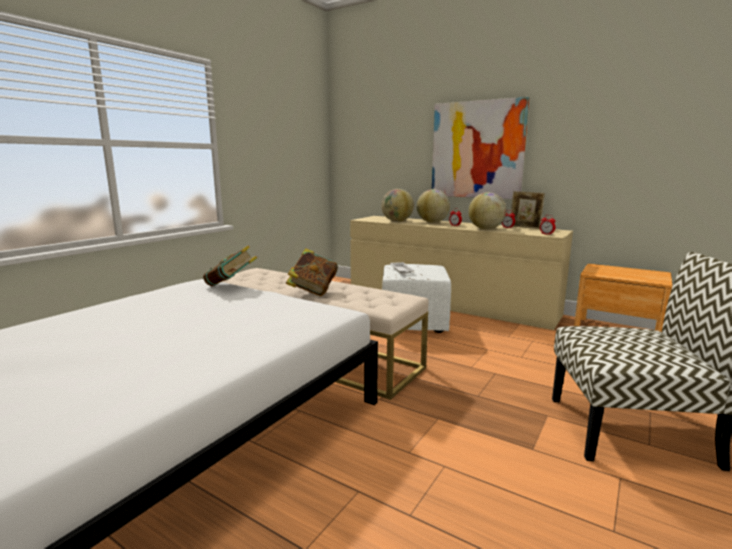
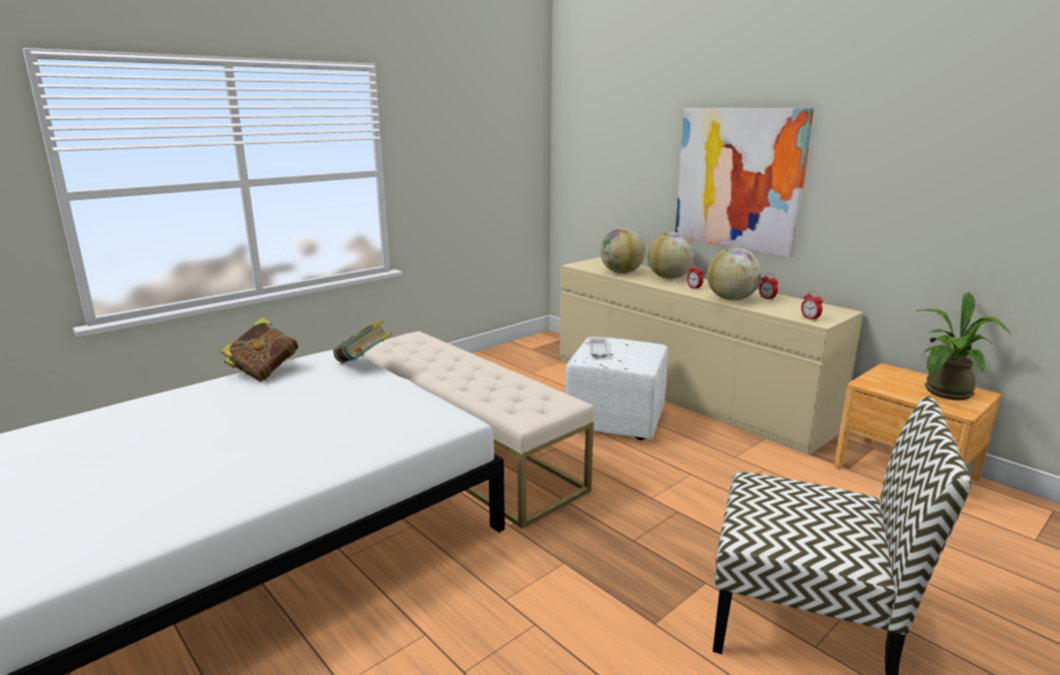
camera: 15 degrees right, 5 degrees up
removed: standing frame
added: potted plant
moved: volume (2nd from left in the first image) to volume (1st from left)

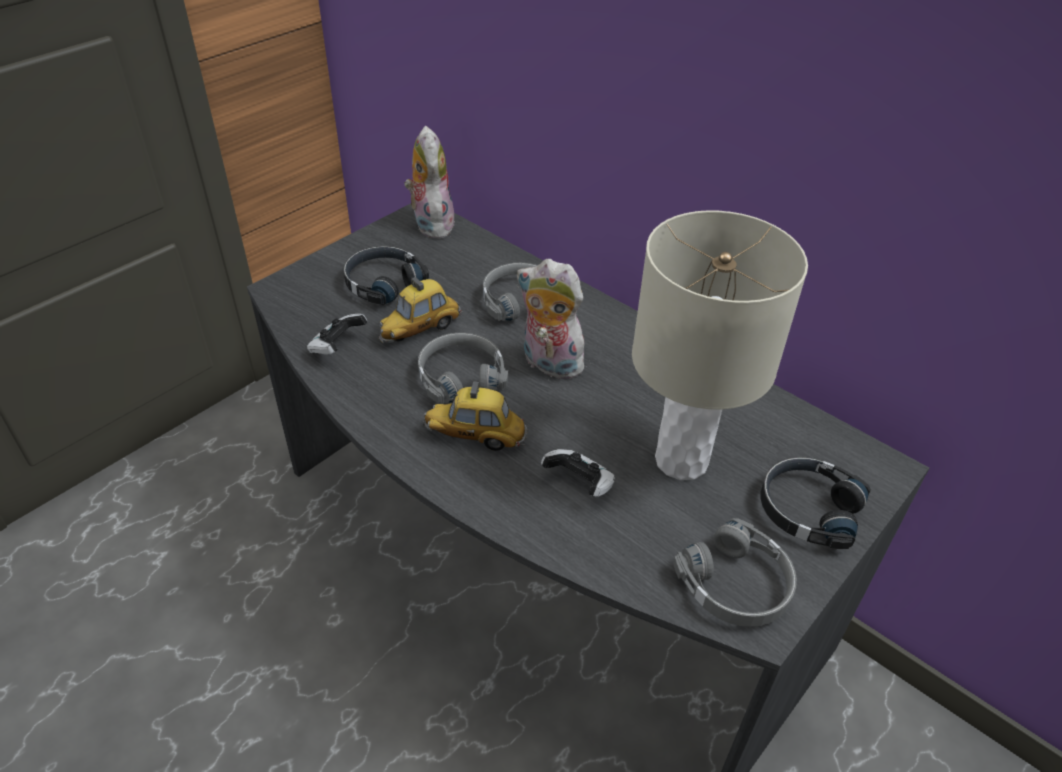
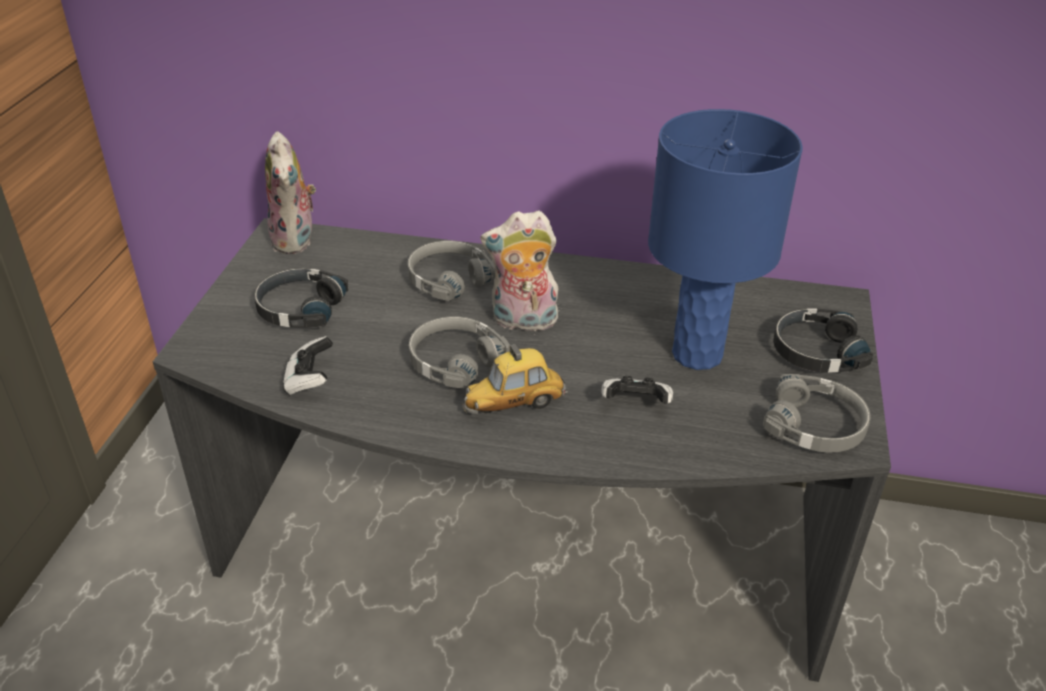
camera: 30 degrees left, 5 degrees down
removed: miniature car (1st from left)
recoloured: tabletop lamp (sand-coloured) to tabletop lamp (blue-coloured)
turned: soft toy (1st from left) 150 degrees counterclockwise

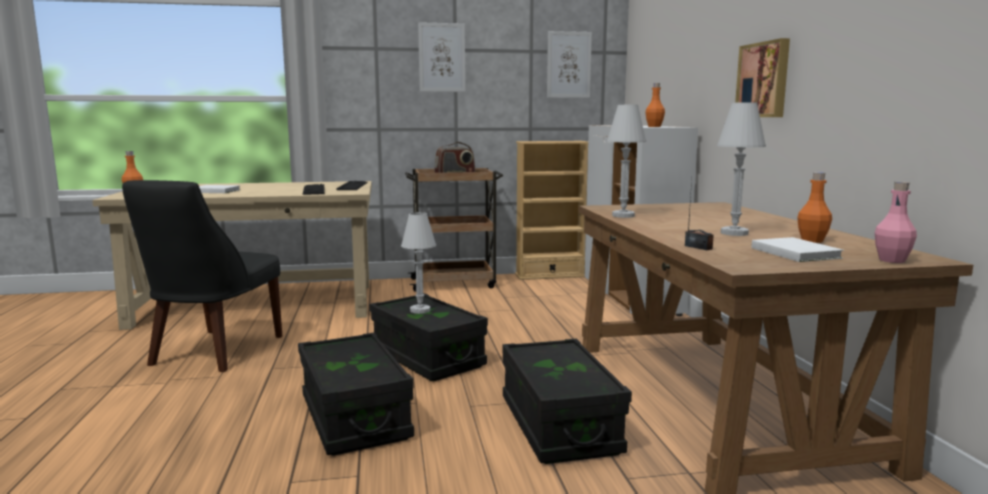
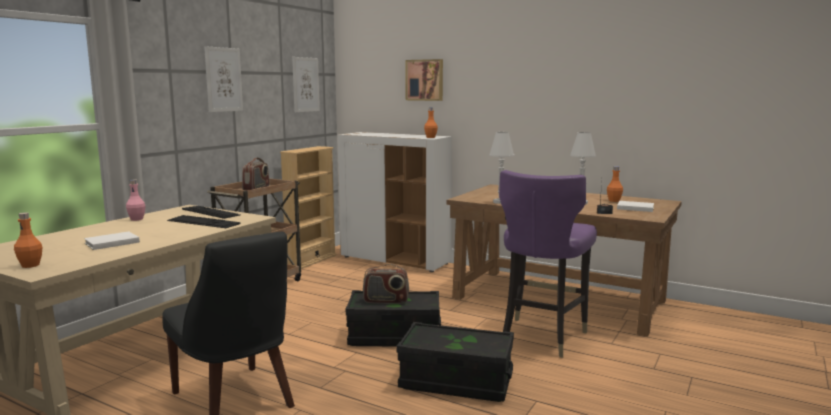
camera: 50 degrees left, 0 degrees up
moved: bottle (pink); wall art (3rd from left)
replaced: tabletop lamp (white) (1st from left) to radio set (2nd from left); storage bin (blackish) (3rd from left) to chair (purplish)

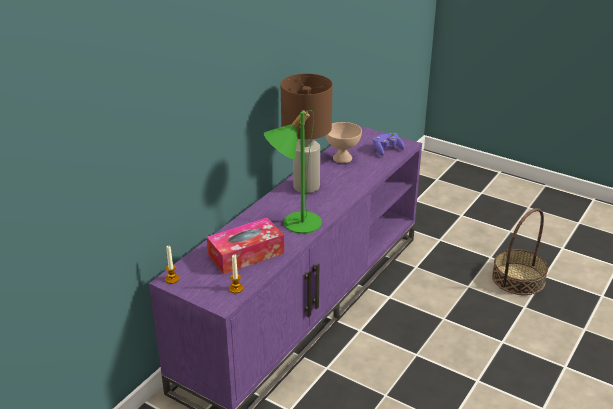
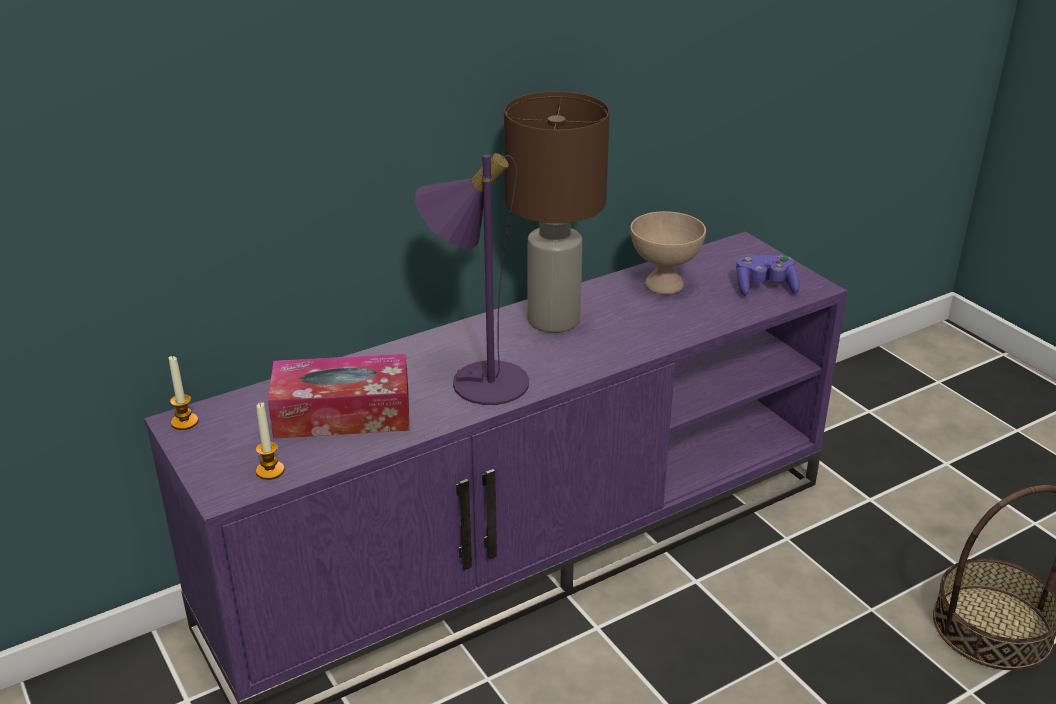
camera: 25 degrees right, 0 degrees up
recoloured: tabletop lamp (green) to tabletop lamp (purplish)

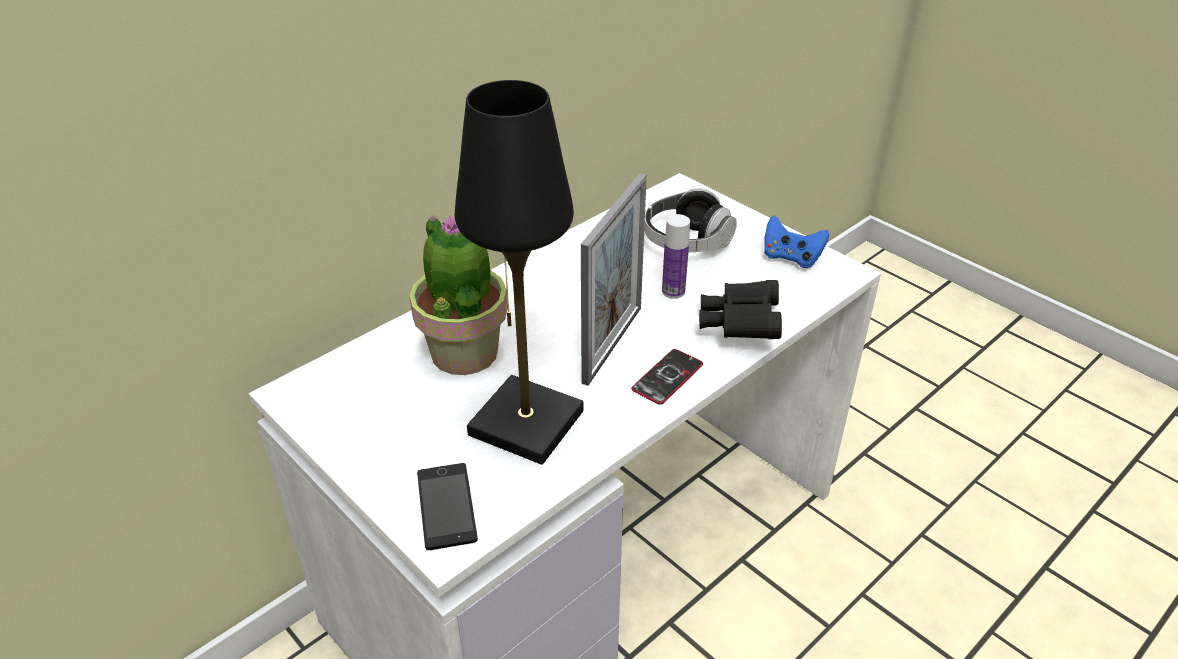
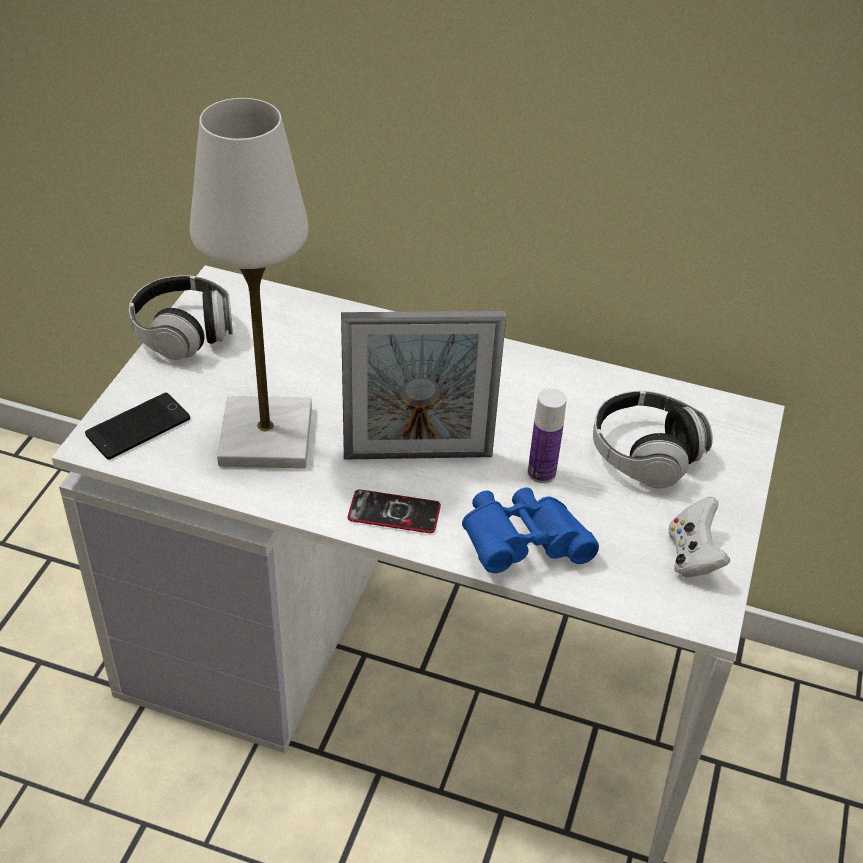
camera: 60 degrees right, 5 degrees up
removed: potted plant
added: headphones (1st from left)
recoloured: tabletop lamp (blackish) to tabletop lamp (white); binoculars (blackish) to binoculars (blue-coloured); game controller (blue-coloured) to game controller (white)

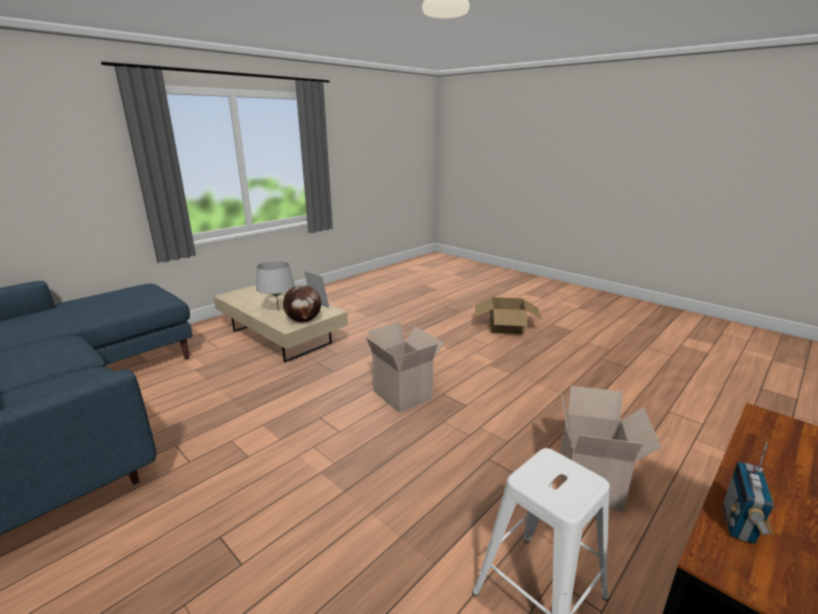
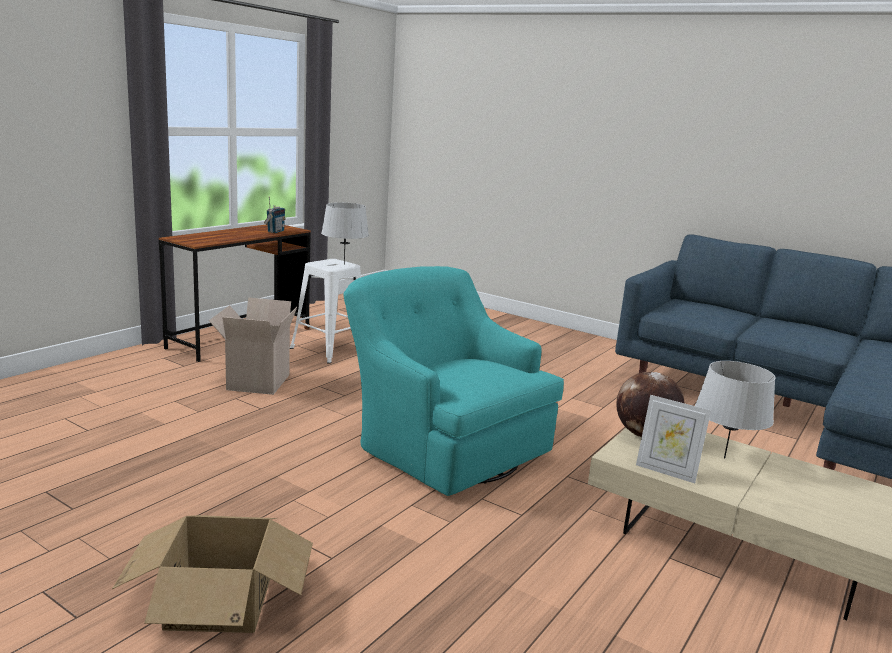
camera: 170 degrees right, 5 degrees down
added: tabletop lamp (greyish) (1st from left)
replaced: packing box (1st from left) to lounge chair (blue-green)

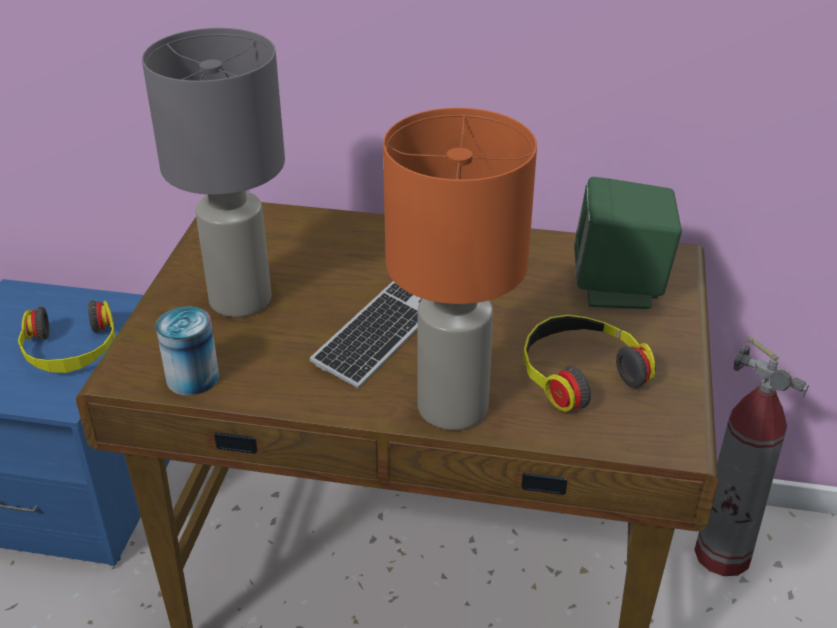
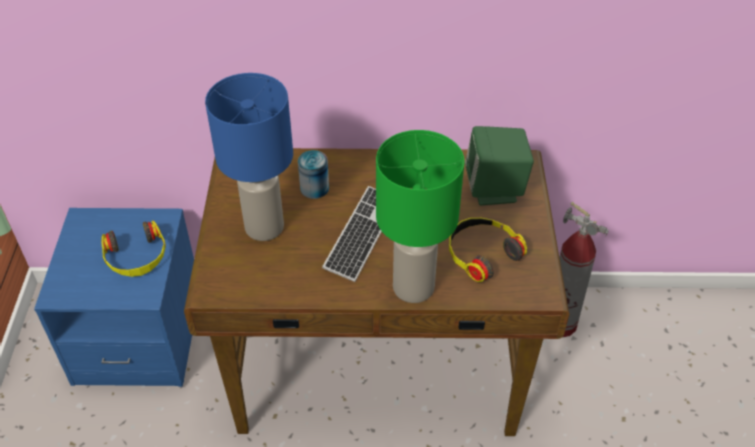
camera: 10 degrees left, 10 degrees up
moved: can
recoloured: tabletop lamp (greyish) to tabletop lamp (blue-coloured); tabletop lamp (orangey) to tabletop lamp (green)

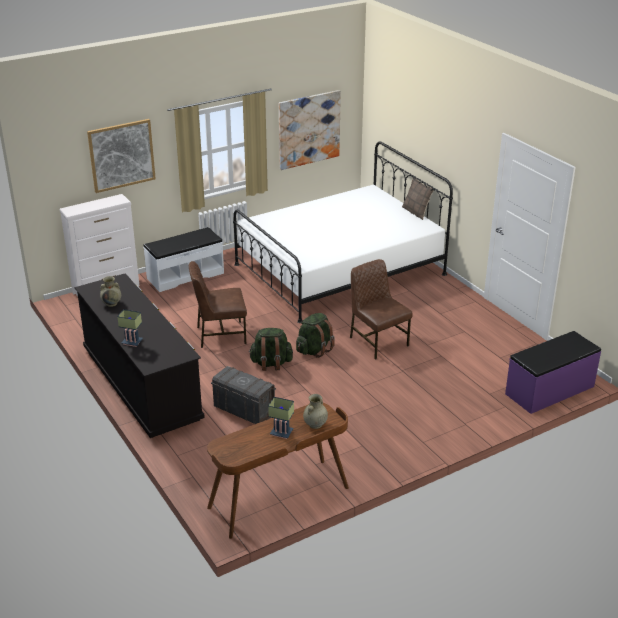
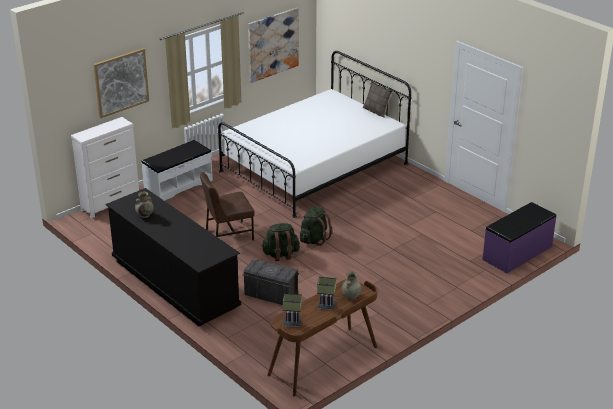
camera: 10 degrees left, 0 degrees up
removed: chair (brown) (2nd from left)
moved: tabletop lamp (1st from left)

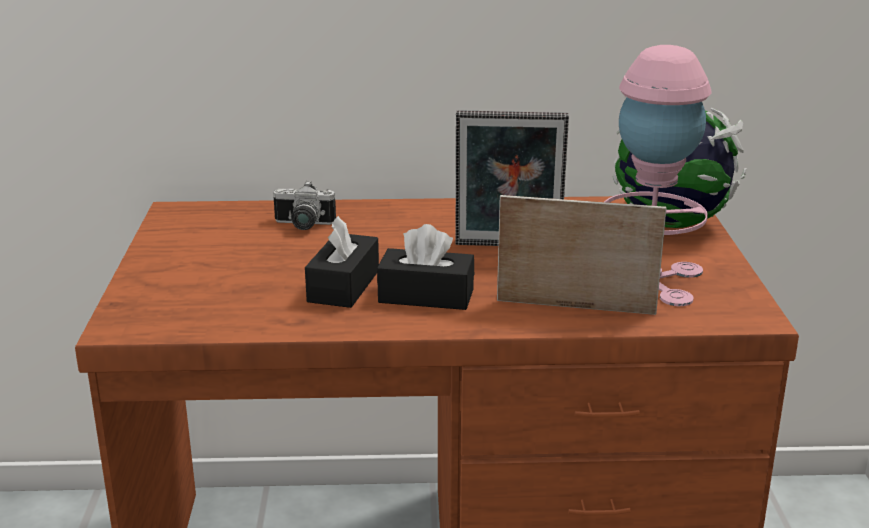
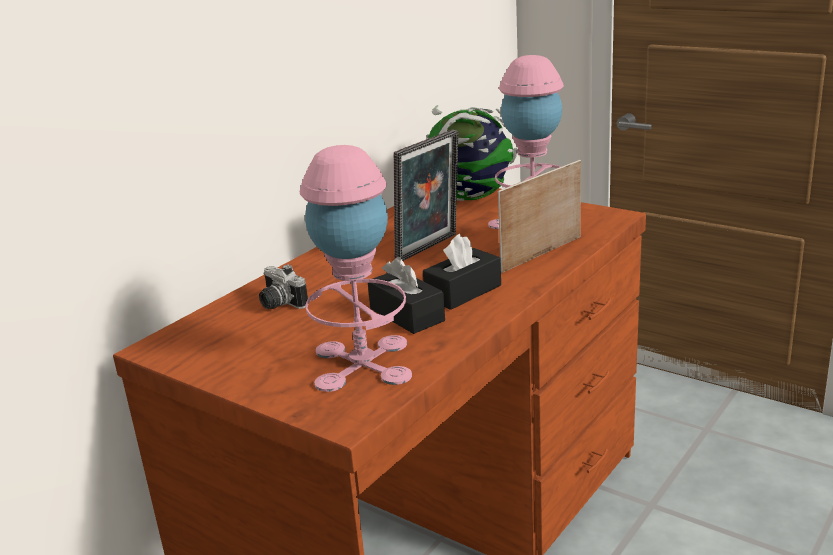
camera: 50 degrees left, 0 degrees up
added: tabletop lamp (pink) (1st from left)
turned: still camera 90 degrees clockwise

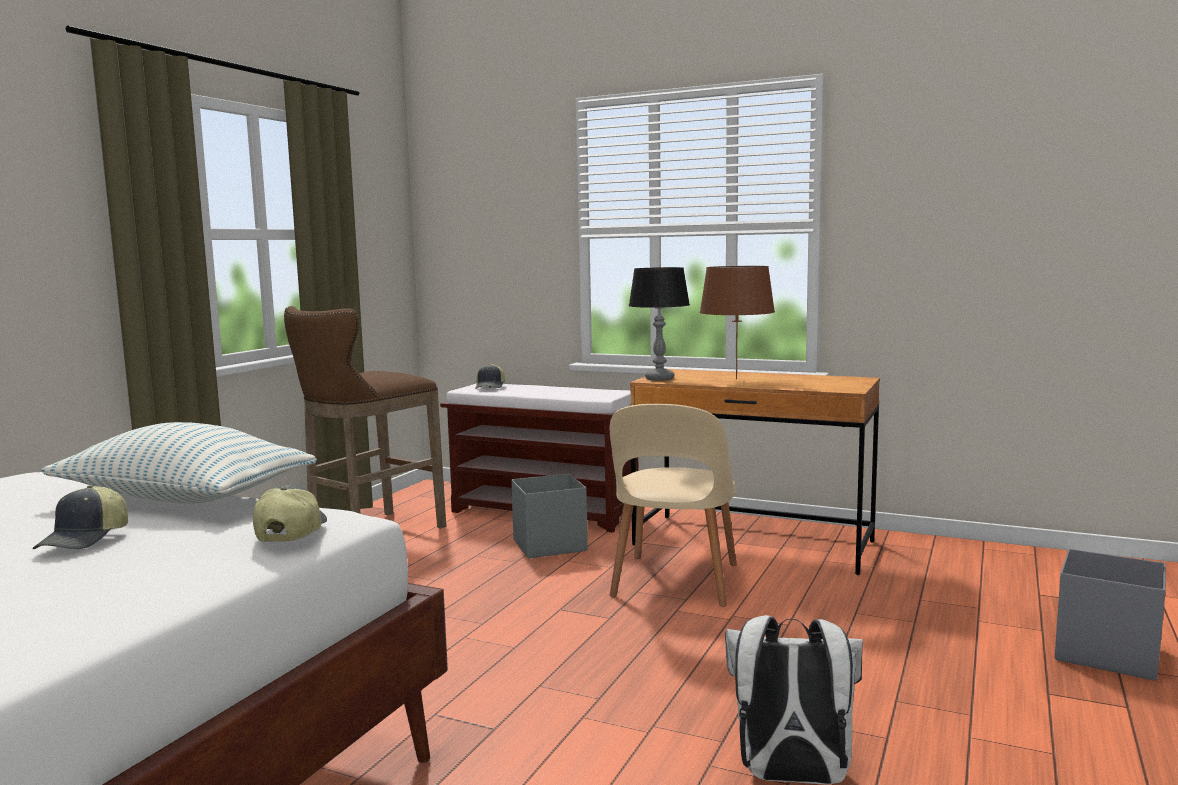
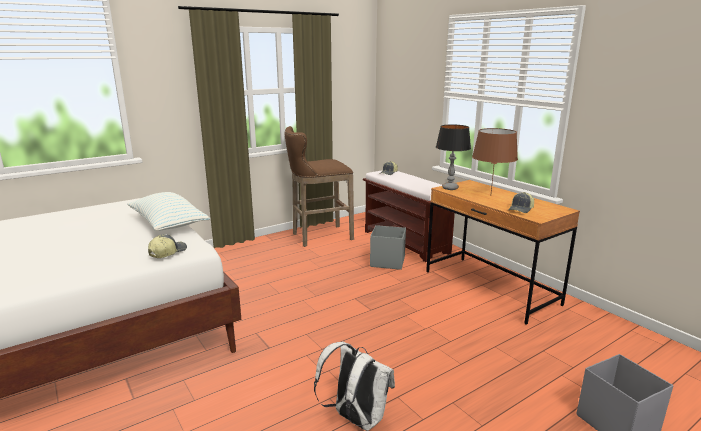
camera: 30 degrees right, 10 degrees up
removed: chair (sand-coloured)
moved: peaked cap (1st from left in the first image) to peaked cap (3rd from left)

